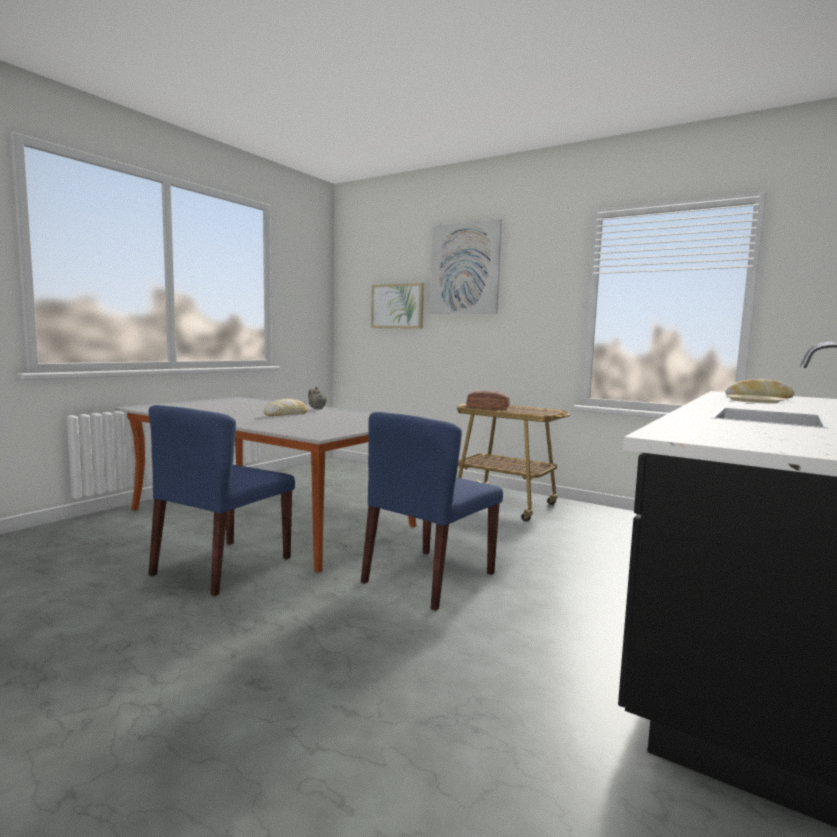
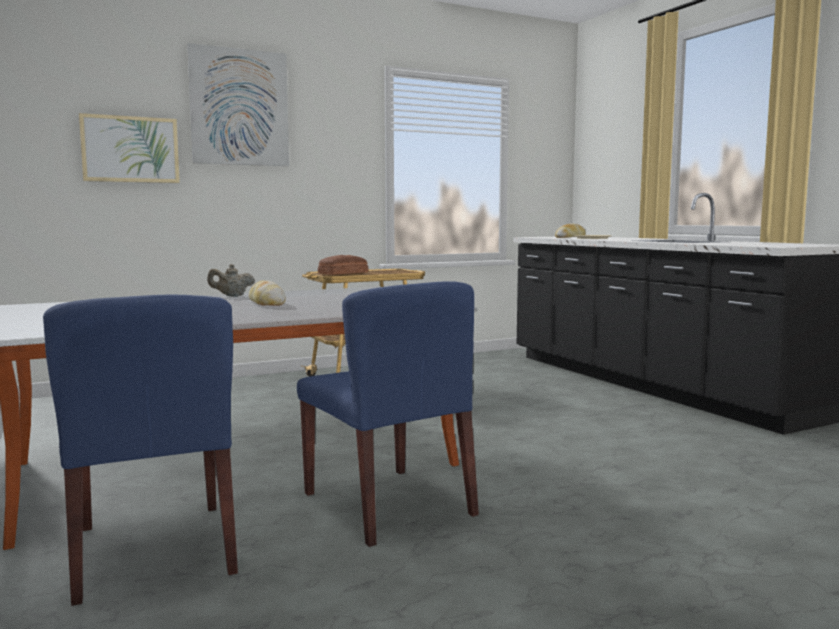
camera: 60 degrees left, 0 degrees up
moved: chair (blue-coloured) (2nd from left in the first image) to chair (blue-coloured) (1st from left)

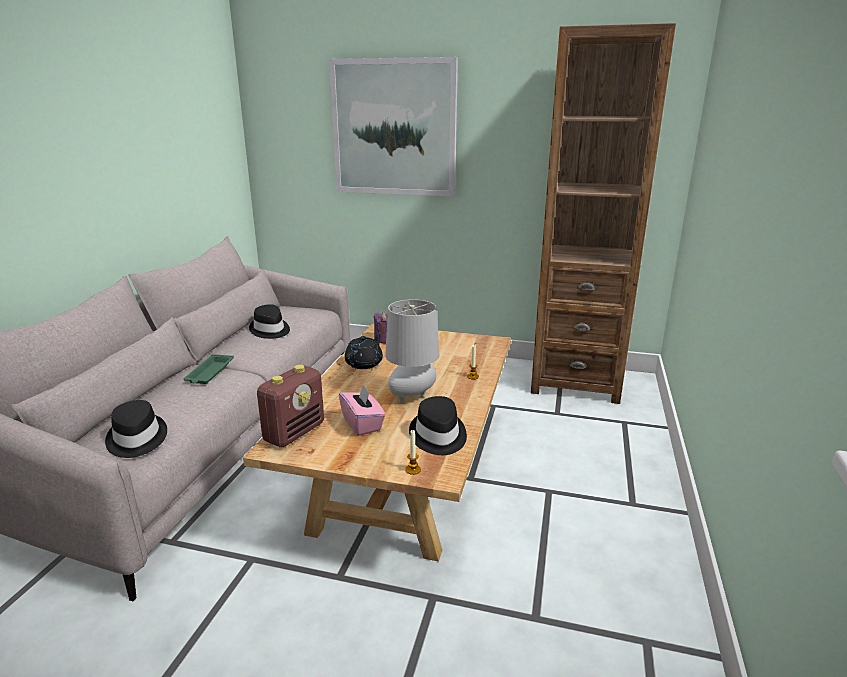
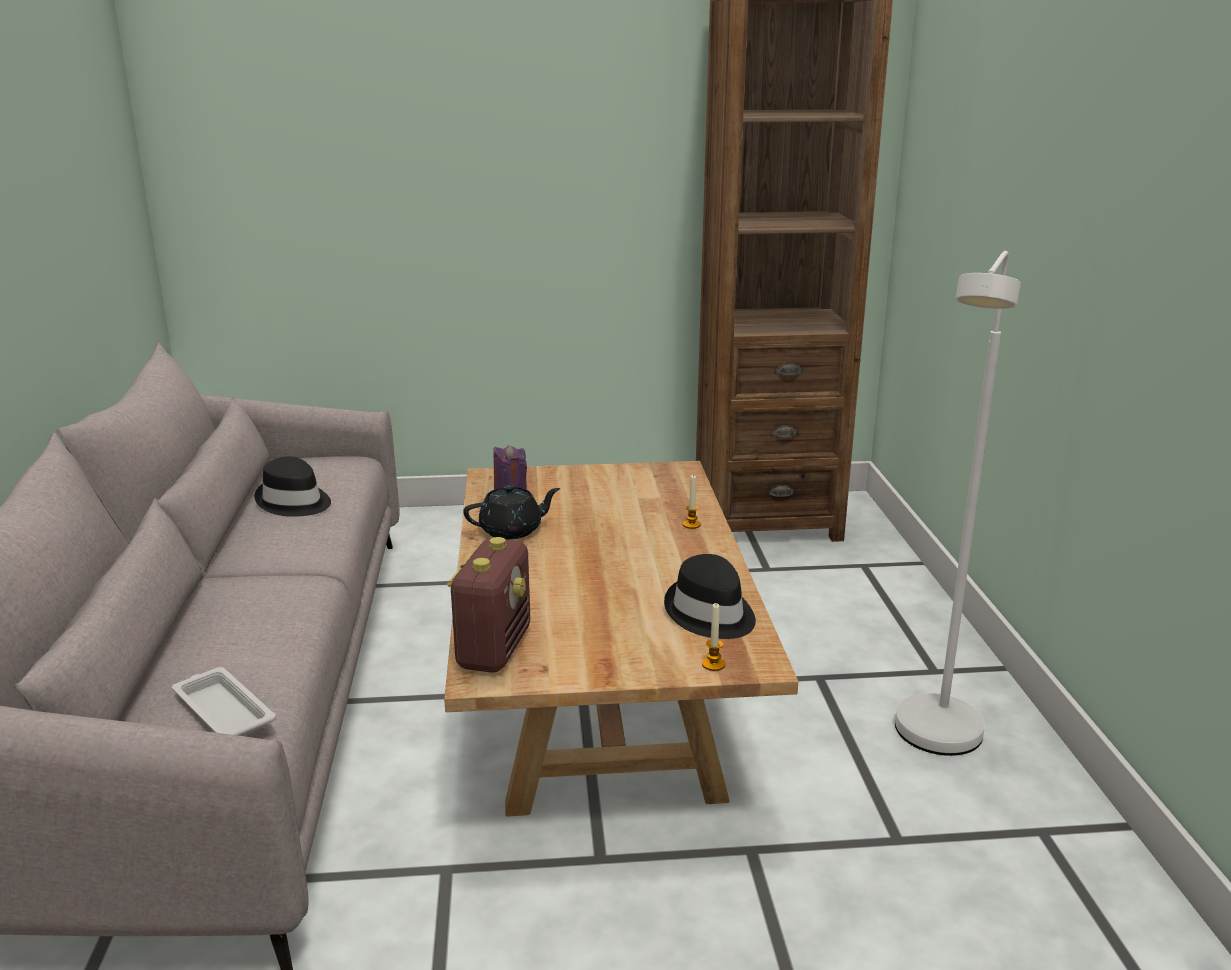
camera: 20 degrees left, 0 degrees up
removed: carrying tray (green); wall art; box of tissues (pink); tabletop lamp (greyish)
added: standing lamp (white)
replaced: clothing hat (blackish) (1st from left) to carrying tray (white)
turned: tea pot (blackish) 60 degrees clockwise

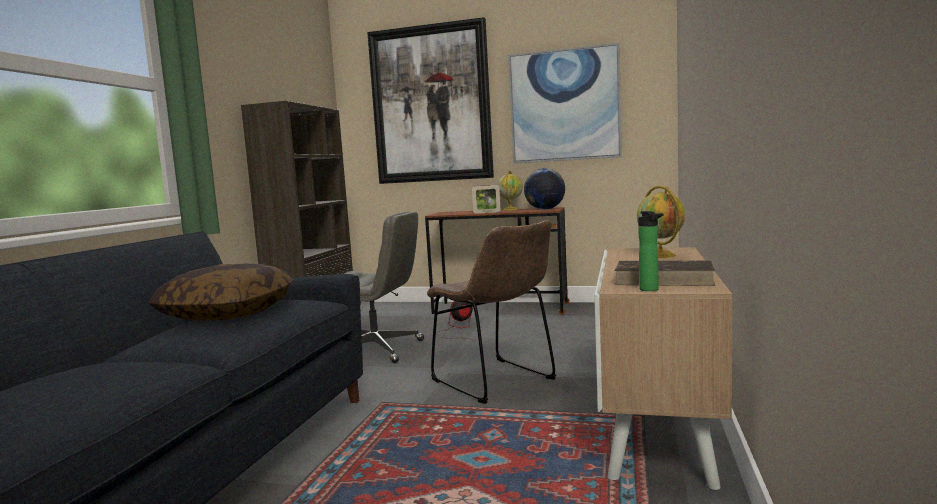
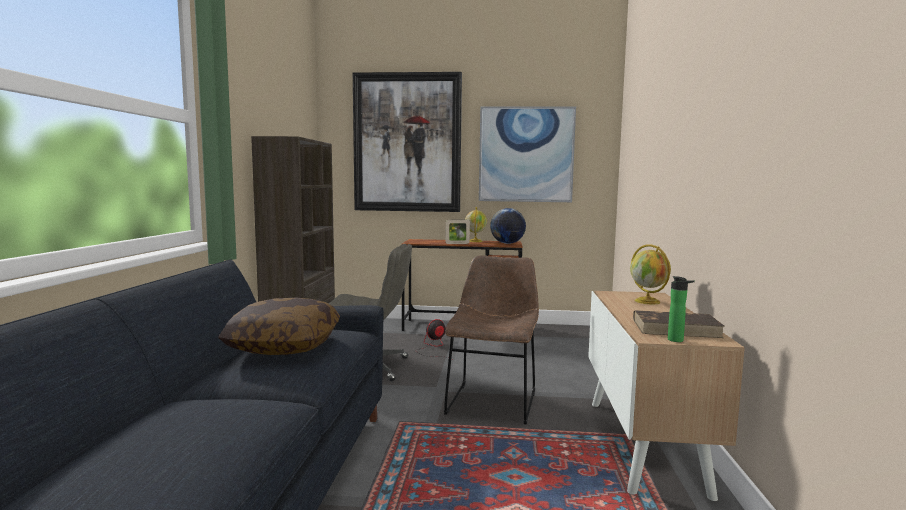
camera: 10 degrees left, 0 degrees up
turned: chair (brown) 120 degrees counterclockwise

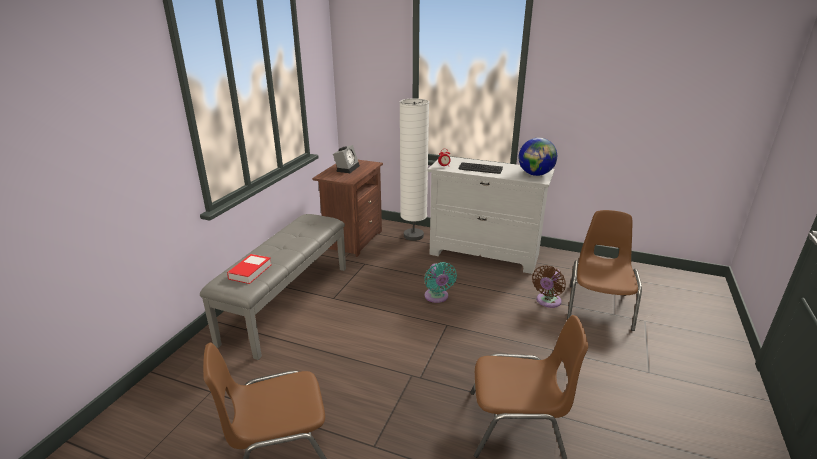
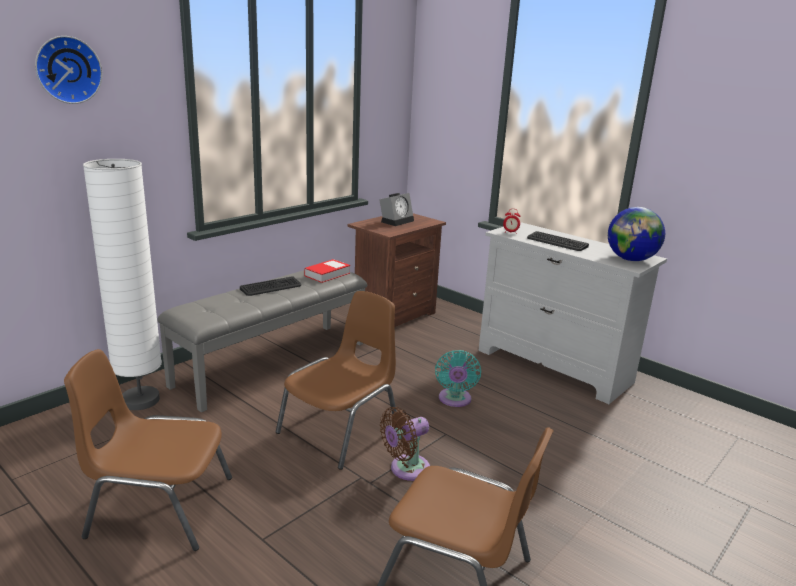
camera: 20 degrees right, 5 degrees down
added: wall clock; PC keyboard (1st from left)
moved: standing lamp (white); chair (brown) (3rd from left in the first image) to chair (brown) (2nd from left); volume; fan (brown)

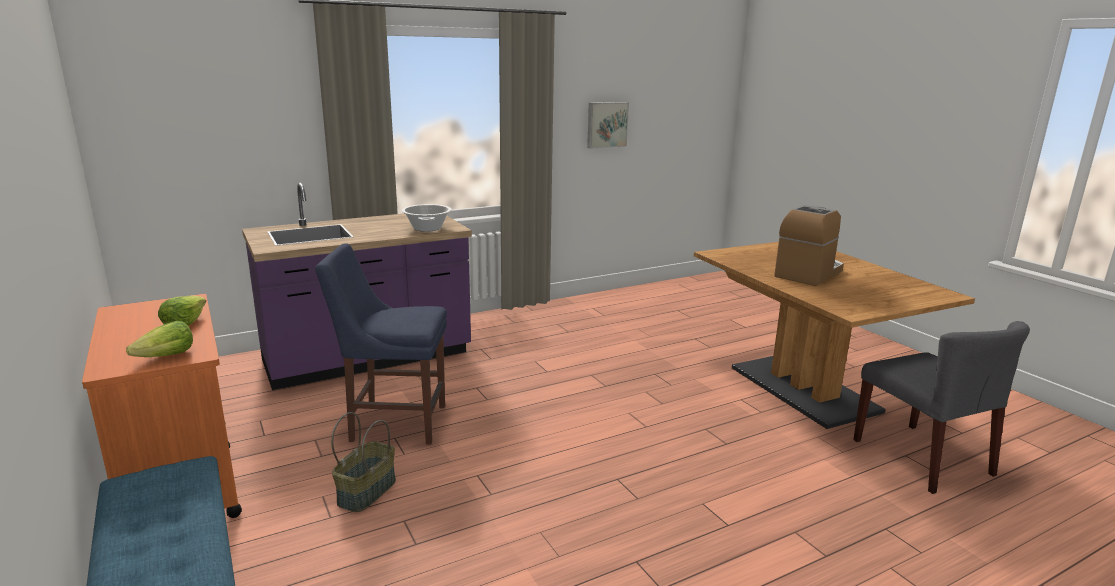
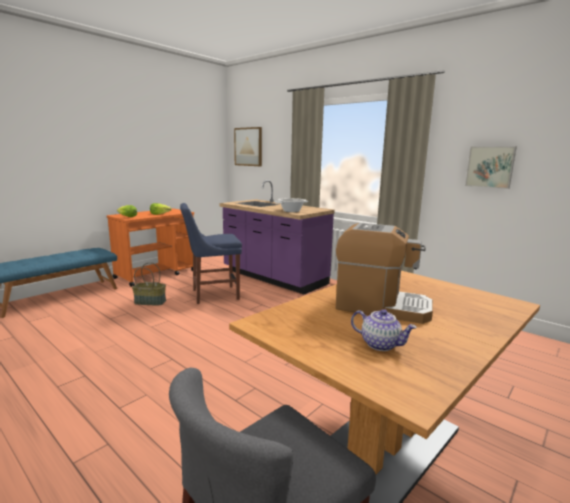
camera: 70 degrees right, 5 degrees down
added: wall art (1st from left); tea pot
turned: chair (blue-coloured) 90 degrees counterclockwise

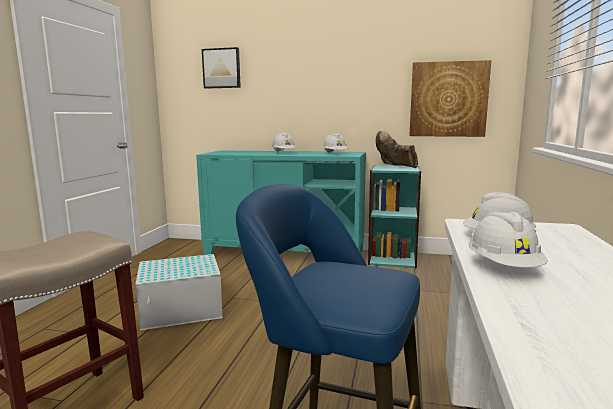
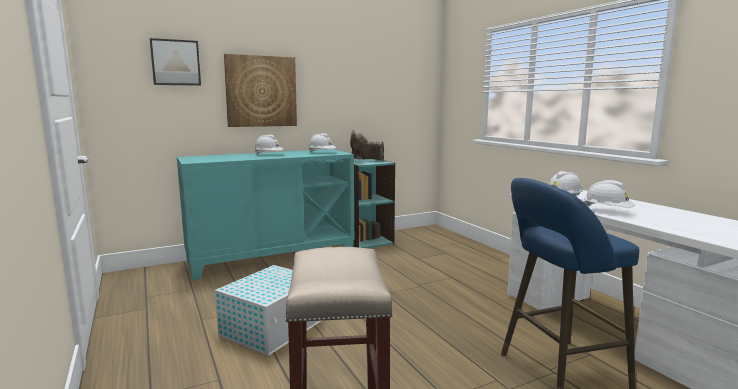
camera: 40 degrees left, 0 degrees up
moved: wall art (2nd from left)

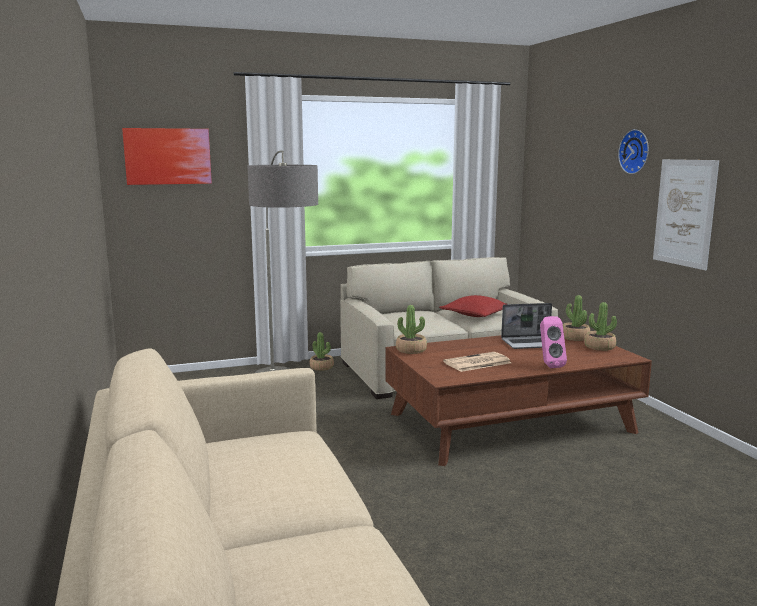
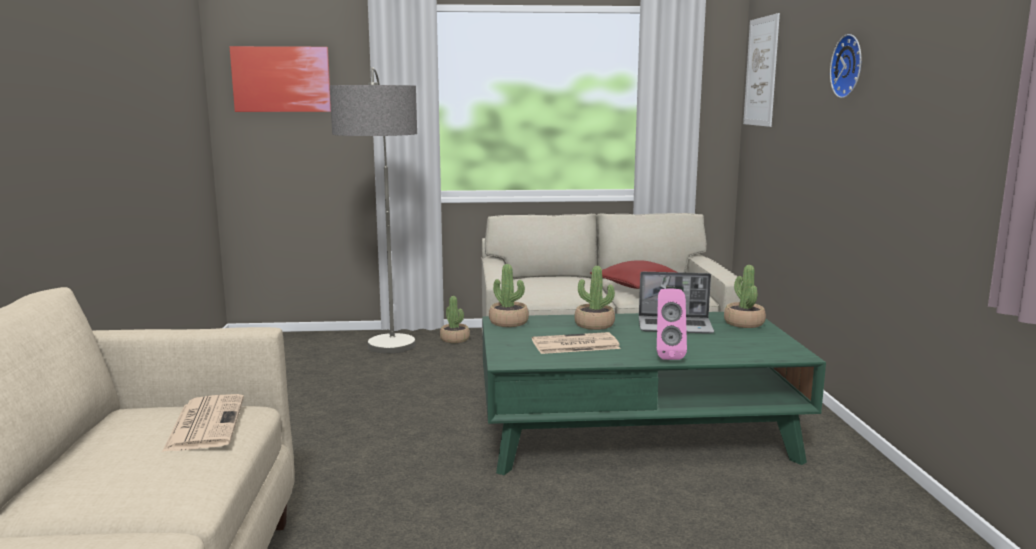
camera: 15 degrees right, 0 degrees up
added: daily paper (1st from left)
moved: potted plant (4th from left in the first image) to potted plant (3rd from left); wall art (2nd from left)
recoloured: coffee table (brown) to coffee table (green)

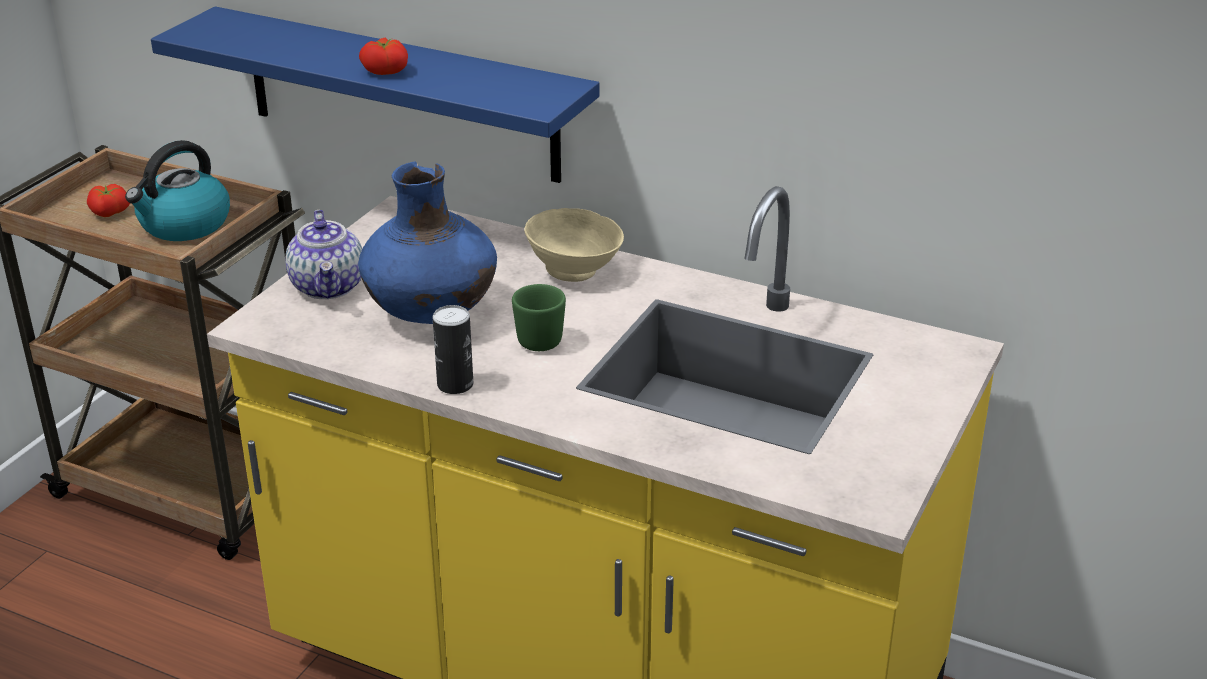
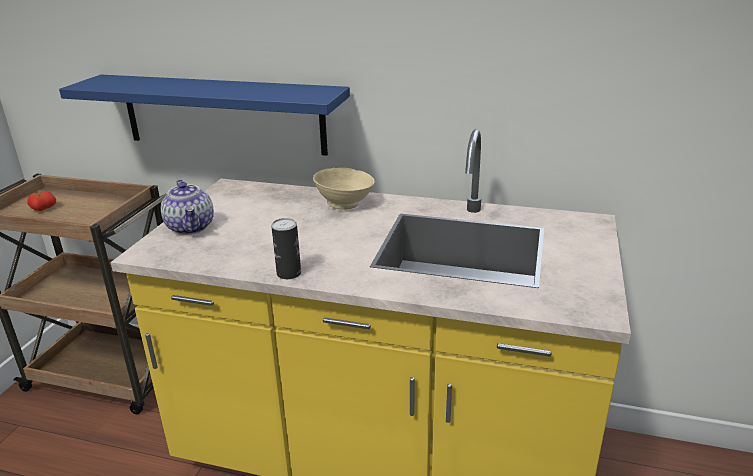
camera: 10 degrees left, 5 degrees down
removed: kettle; decorative vase (blue-coloured); fresh tomato (2nd from left); coffee mug (green)

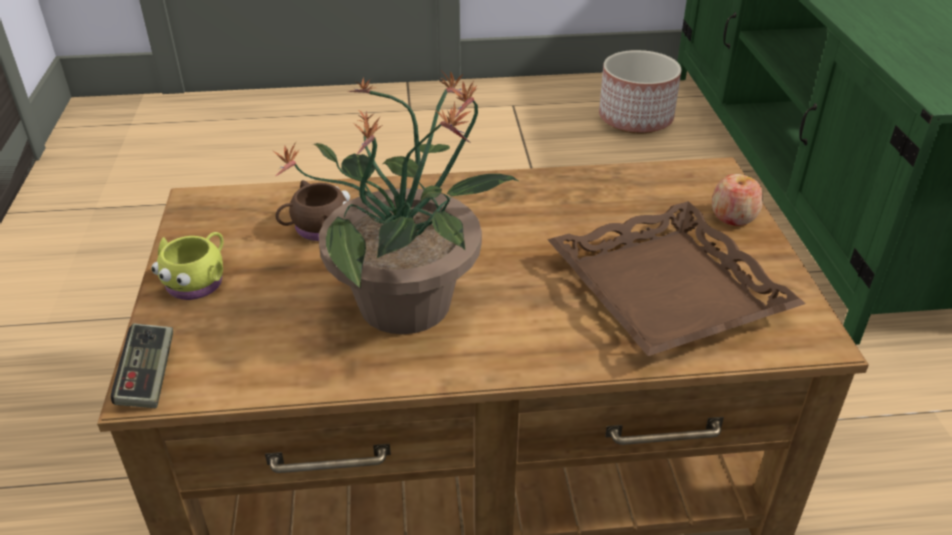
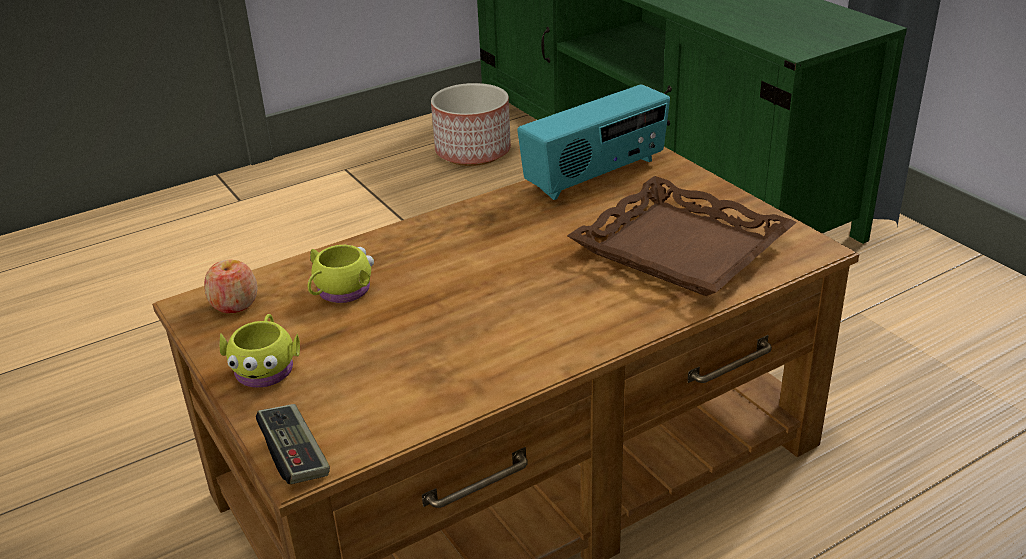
camera: 25 degrees left, 5 degrees down
removed: potted plant
added: radio set
moved: whole apple
recoloured: coffee mug (brown) to coffee mug (yellow) (2nd from left)

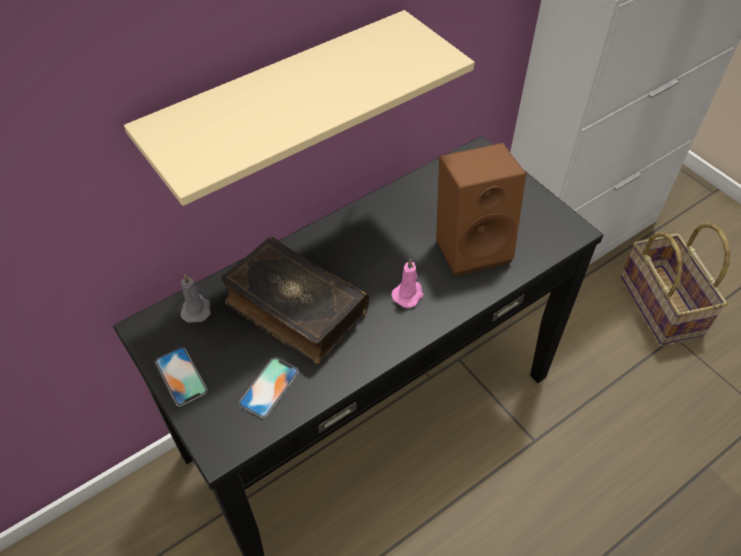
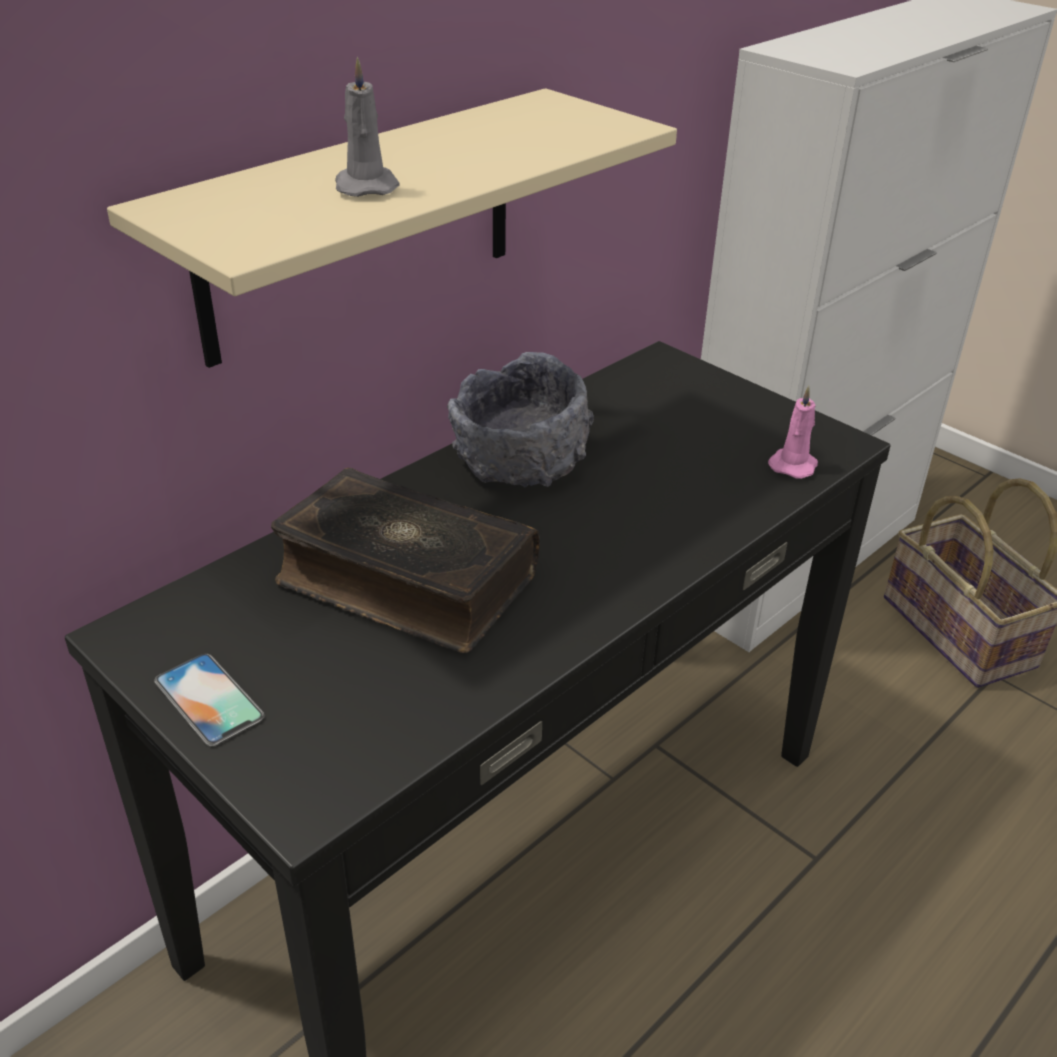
camera: 10 degrees left, 15 degrees down
removed: handset (2nd from left); audio speaker (brown)
added: bowl (greyish)
moved: candle (greyish); candle (pink)

